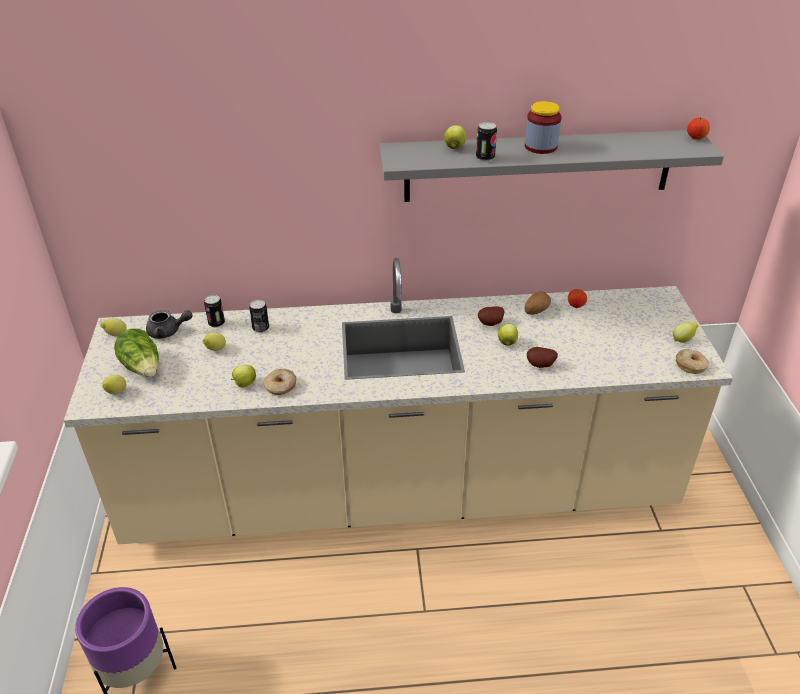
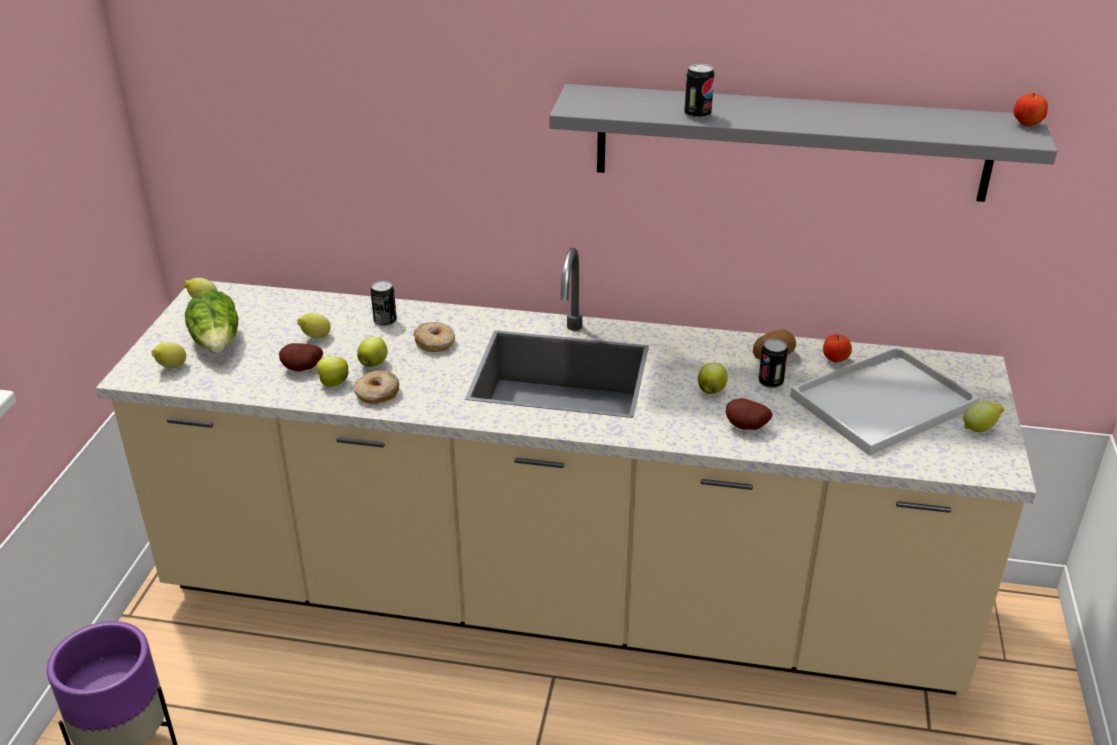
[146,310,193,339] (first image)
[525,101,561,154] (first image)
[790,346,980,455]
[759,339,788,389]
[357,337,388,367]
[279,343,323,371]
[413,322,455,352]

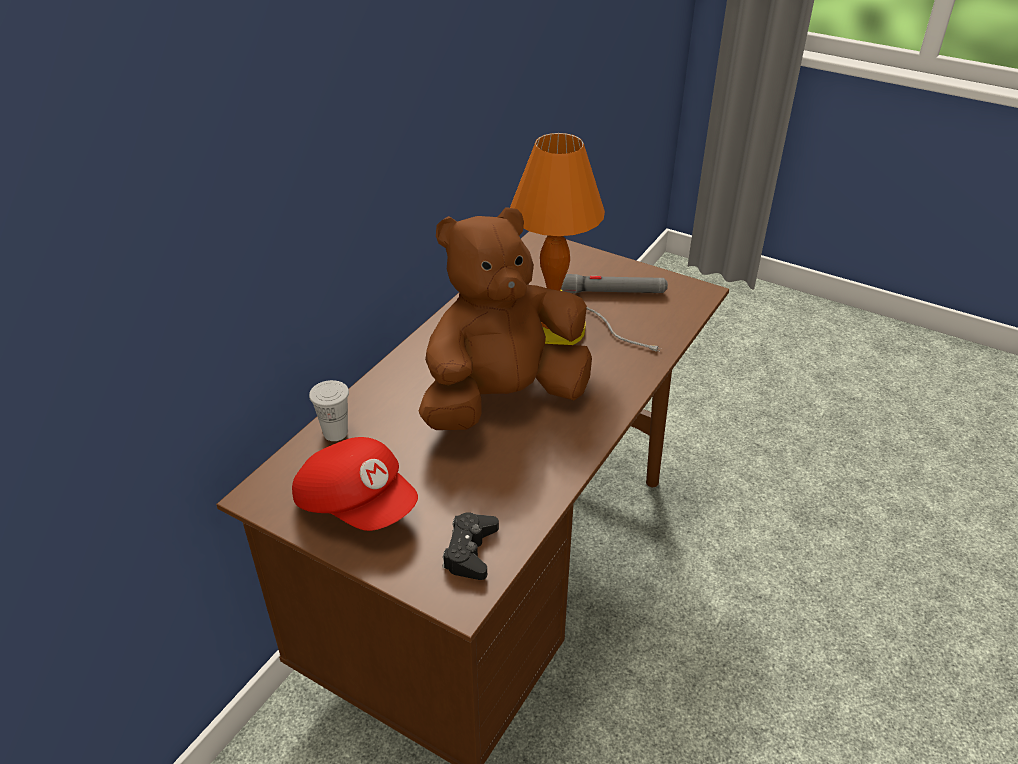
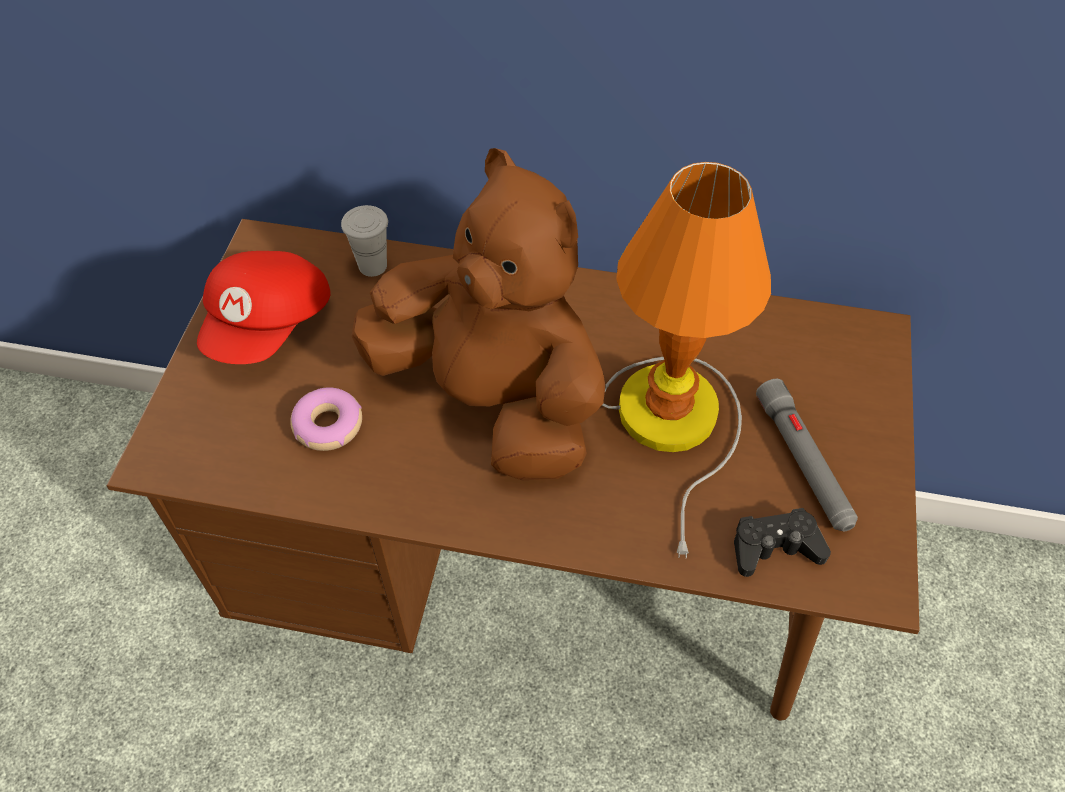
[290,387,362,451]
[734,508,831,577]

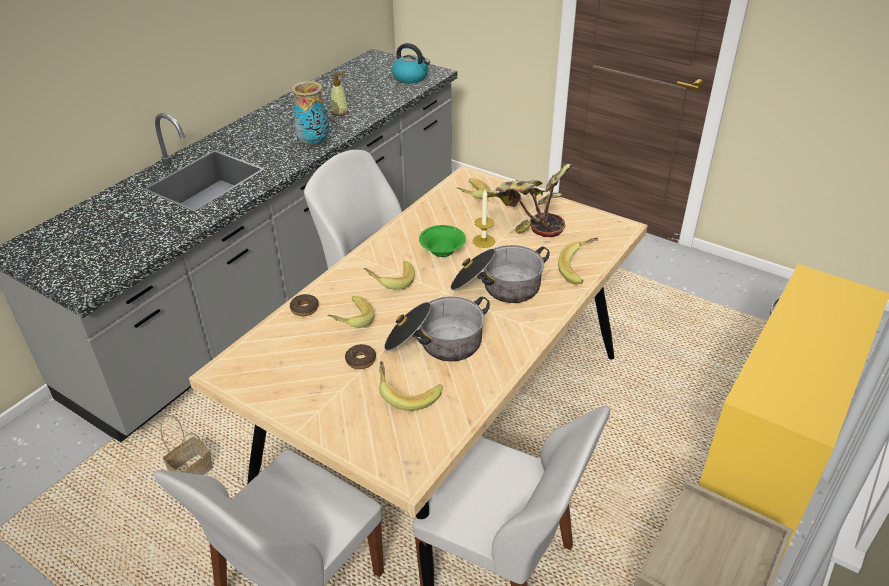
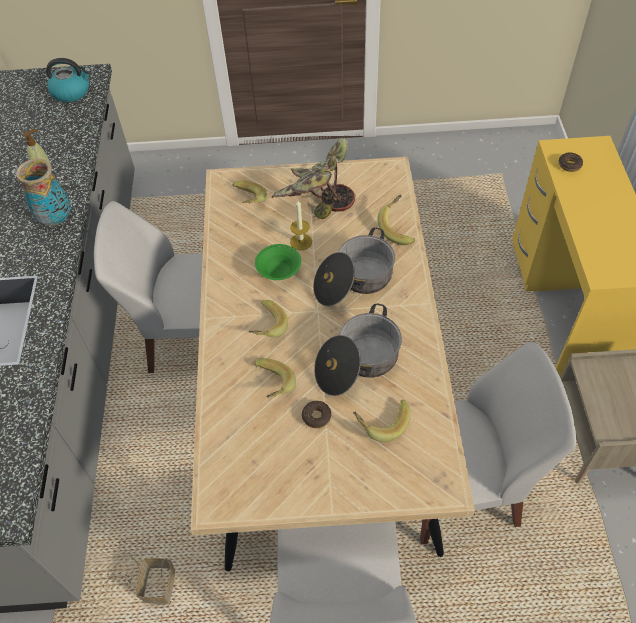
[559,152,583,172]

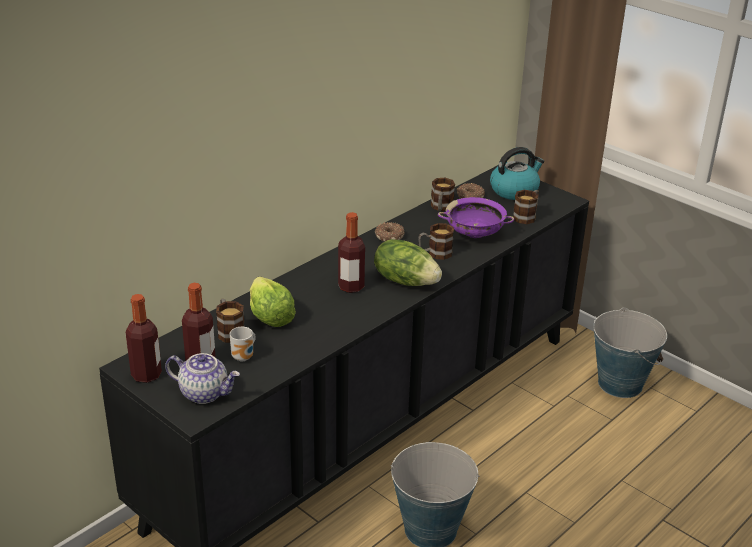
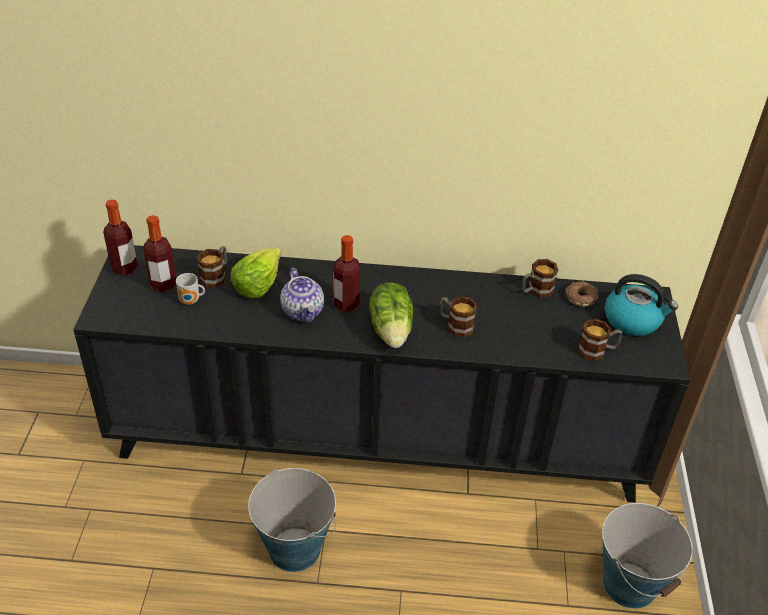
[375,222,405,242] (first image)
[438,197,514,238] (first image)
[280,268,324,323]

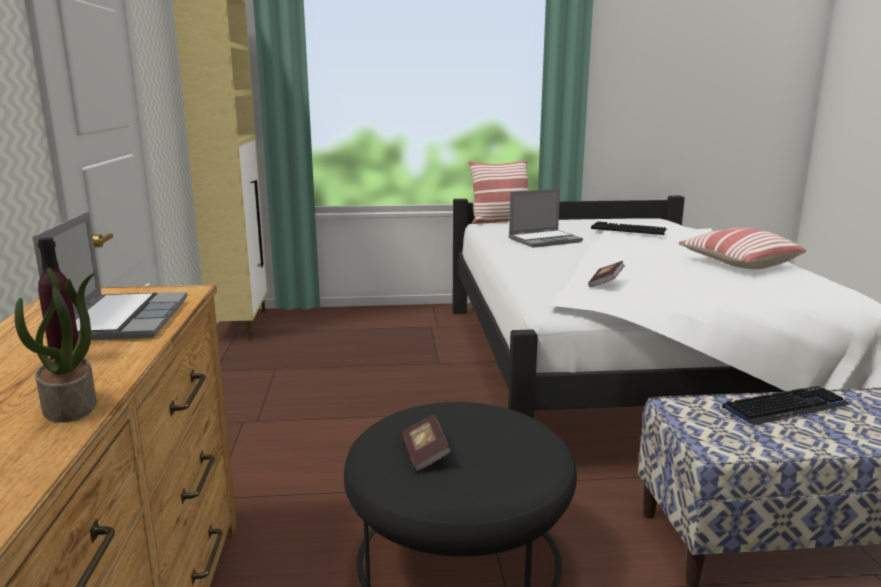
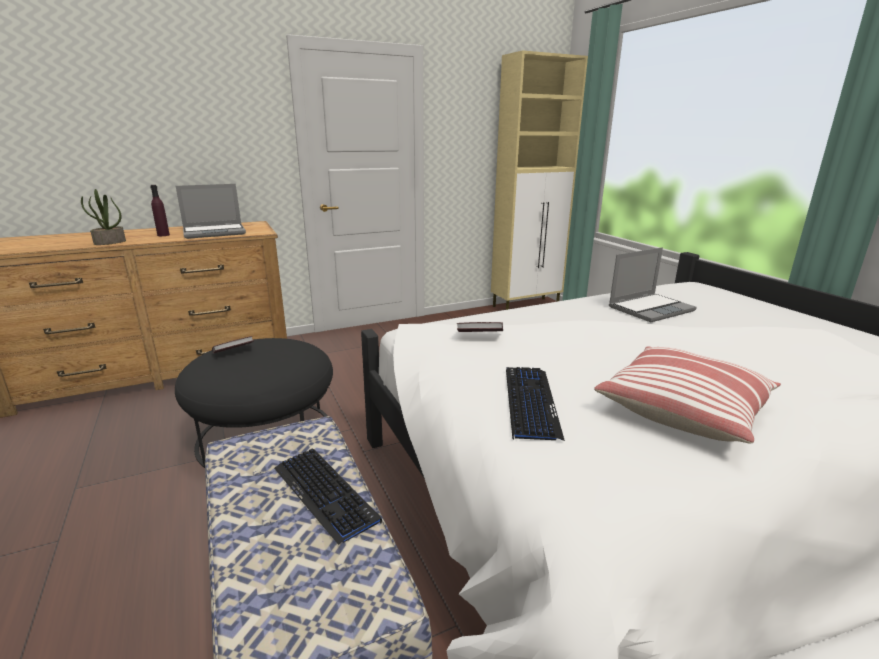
[468,160,528,224] (first image)
[506,367,565,441]
[609,247,697,322]

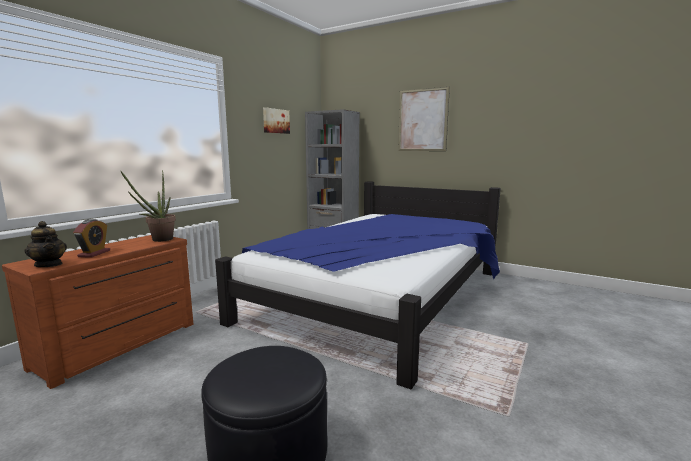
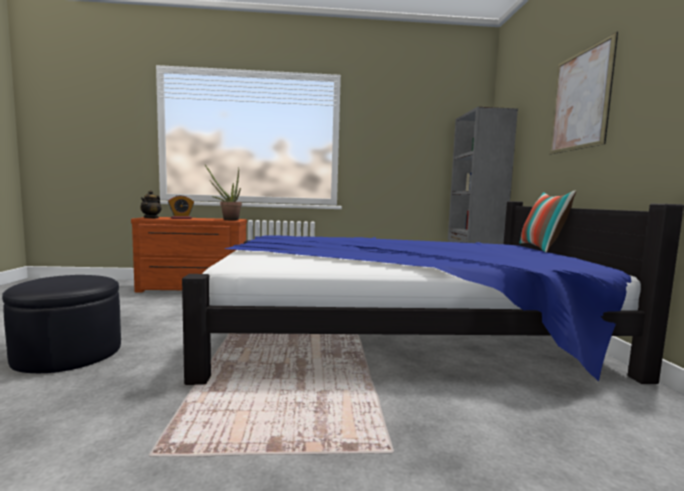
[263,107,290,134] (first image)
[519,191,576,253]

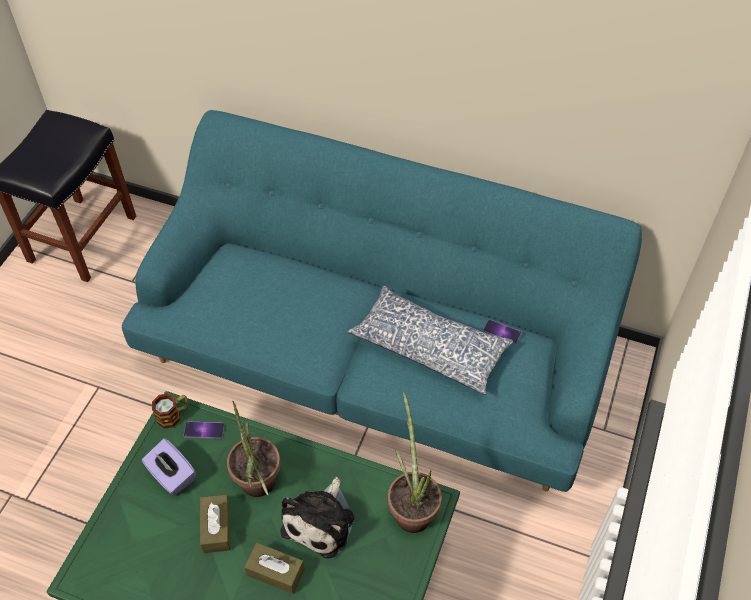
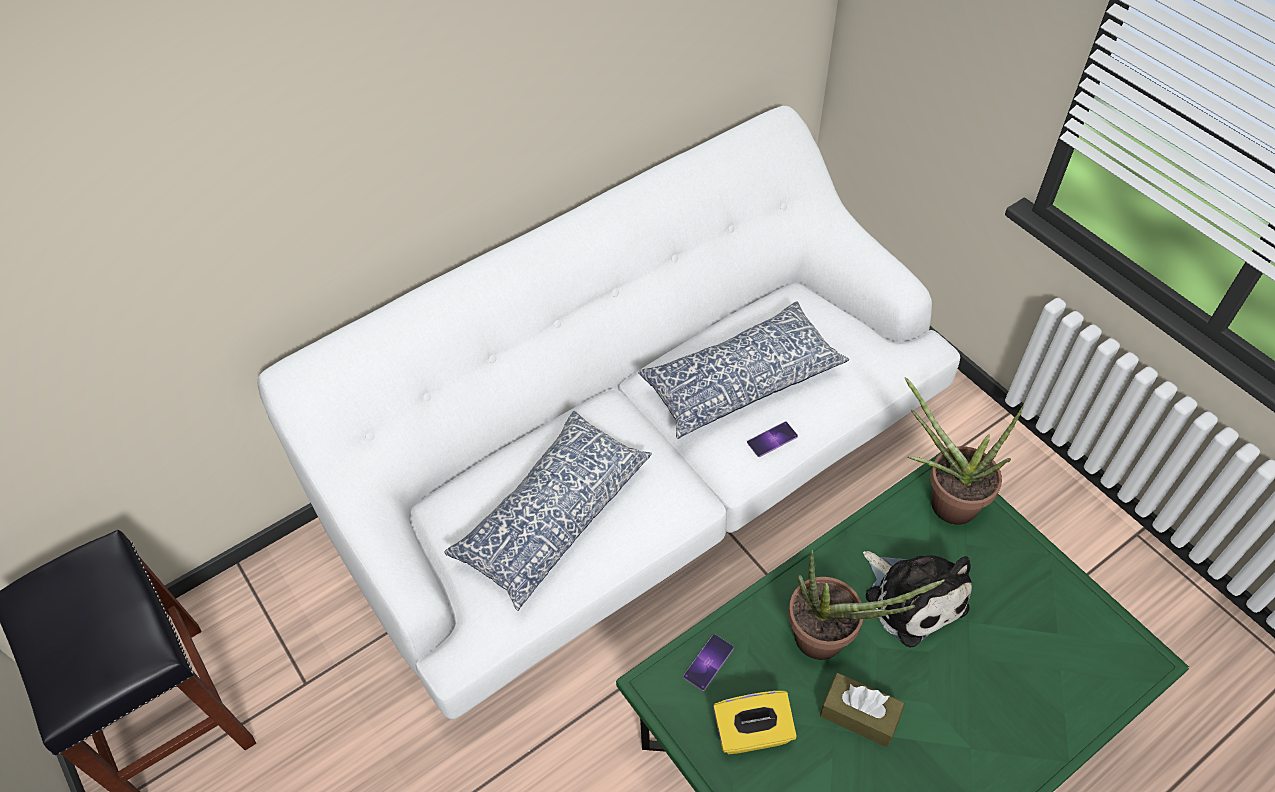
[152,394,188,429] (first image)
[244,543,305,594] (first image)
[444,411,652,611]
[747,421,798,457]
[257,106,960,720]
[713,691,797,755]

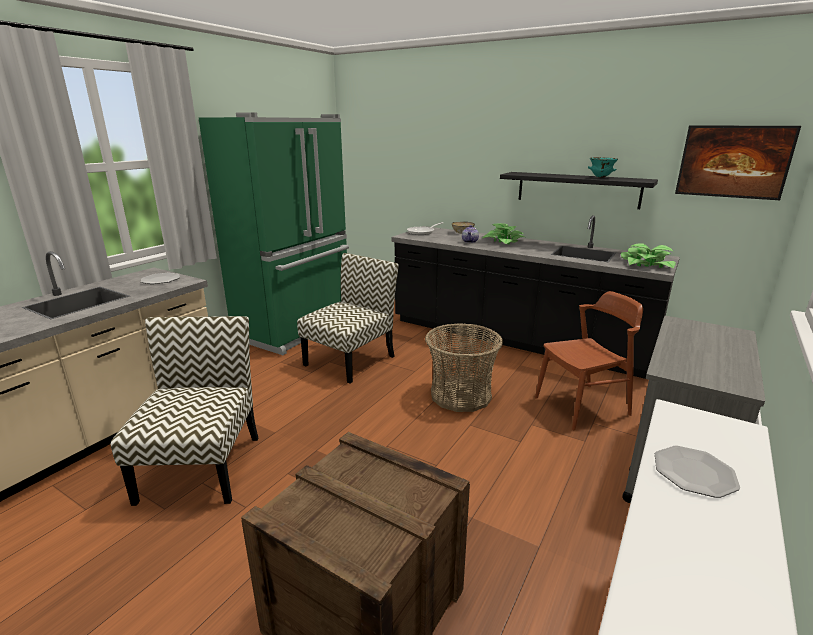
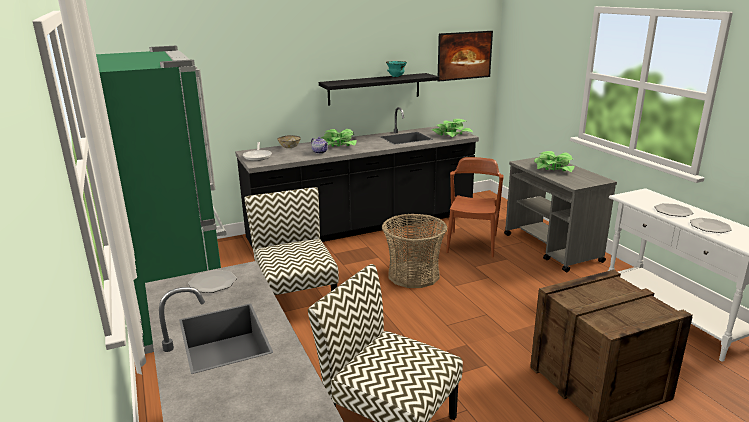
[534,151,574,172]
[690,218,732,233]

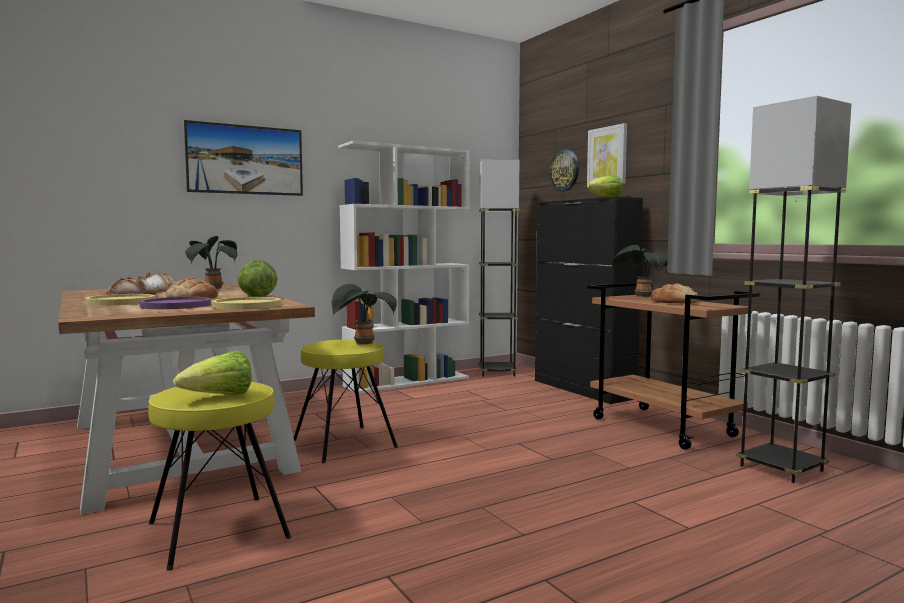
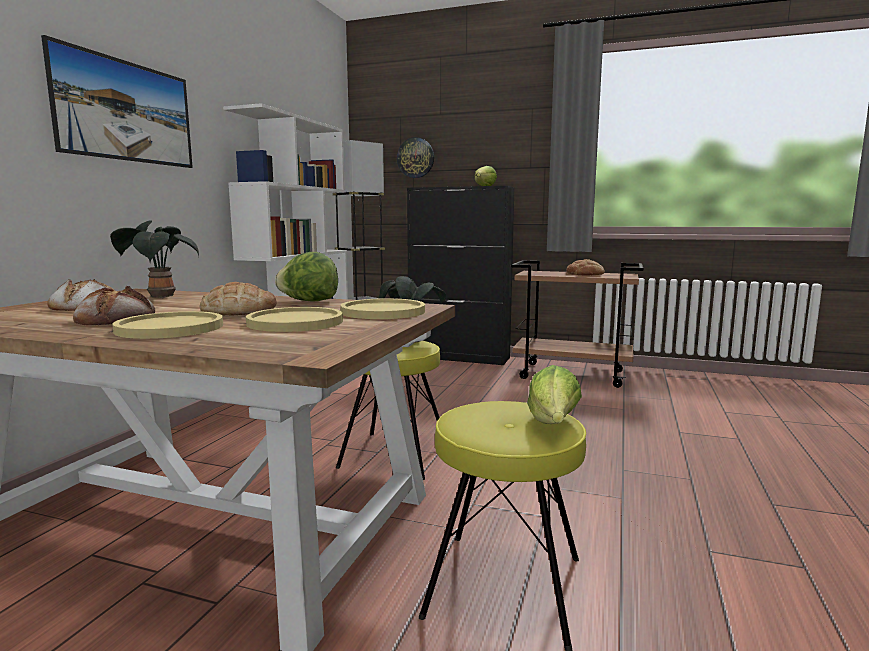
[587,123,627,184] (first image)
[611,245,668,298] (first image)
[736,96,852,483] (first image)
[246,307,343,332]

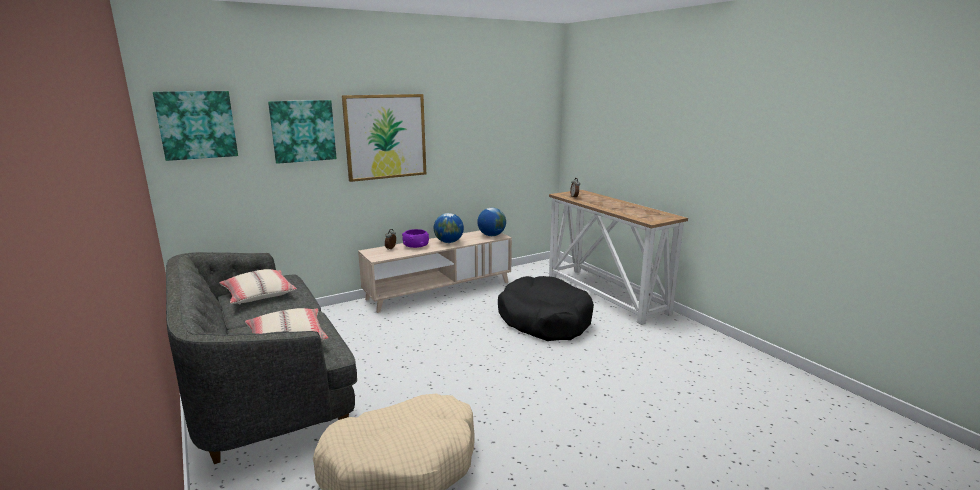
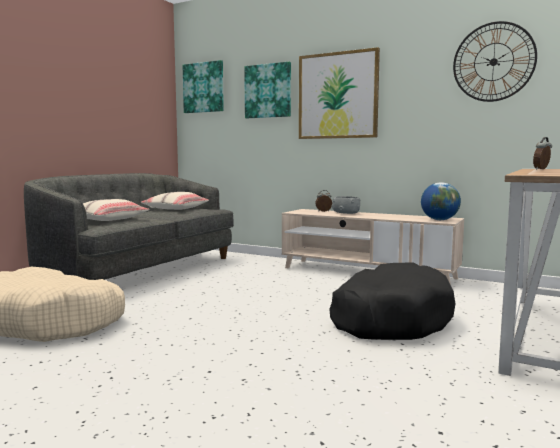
[434,213,464,243] (first image)
[453,21,537,102]
[332,196,360,214]

